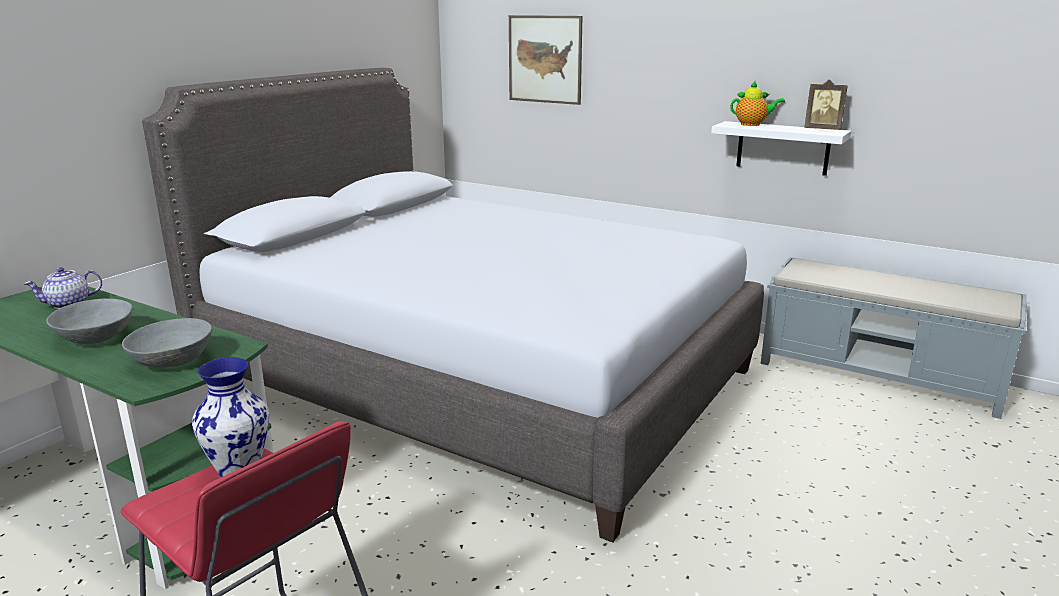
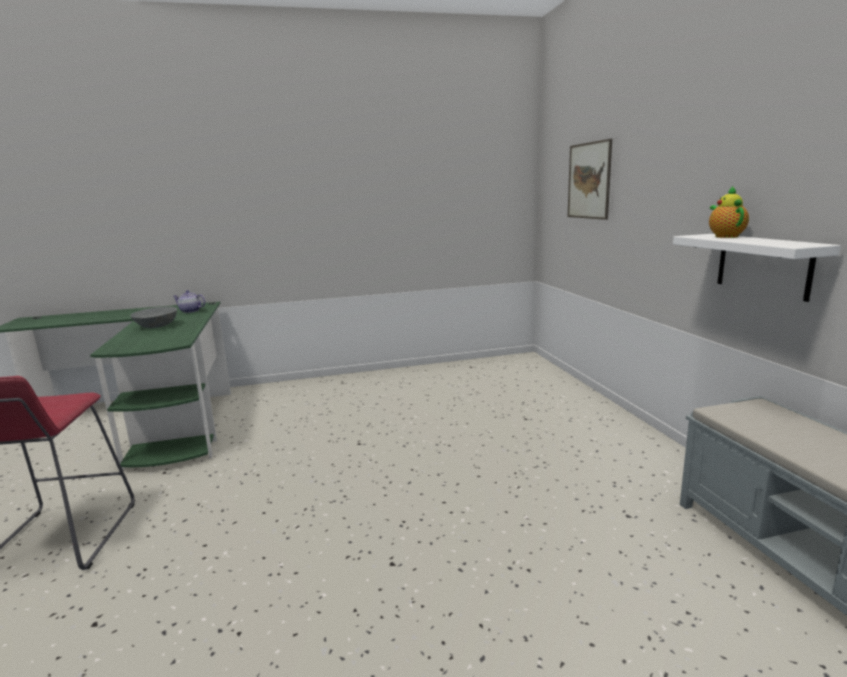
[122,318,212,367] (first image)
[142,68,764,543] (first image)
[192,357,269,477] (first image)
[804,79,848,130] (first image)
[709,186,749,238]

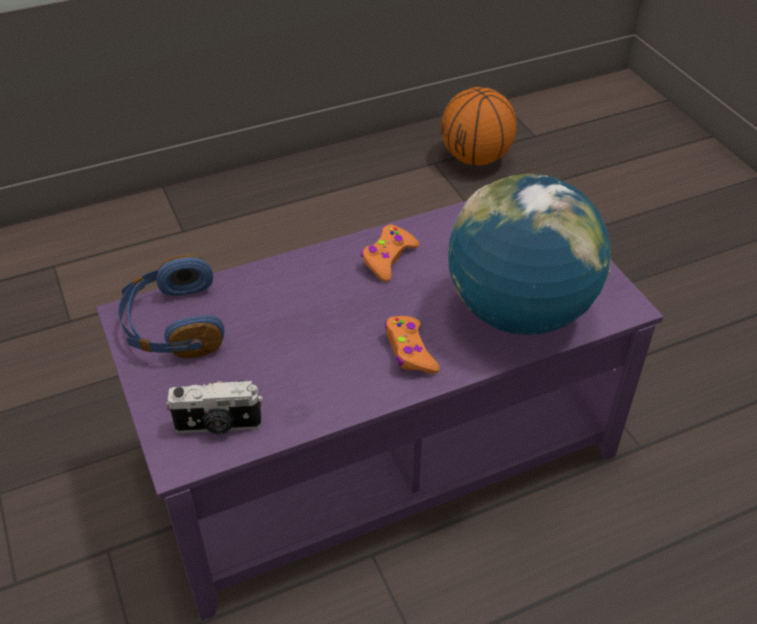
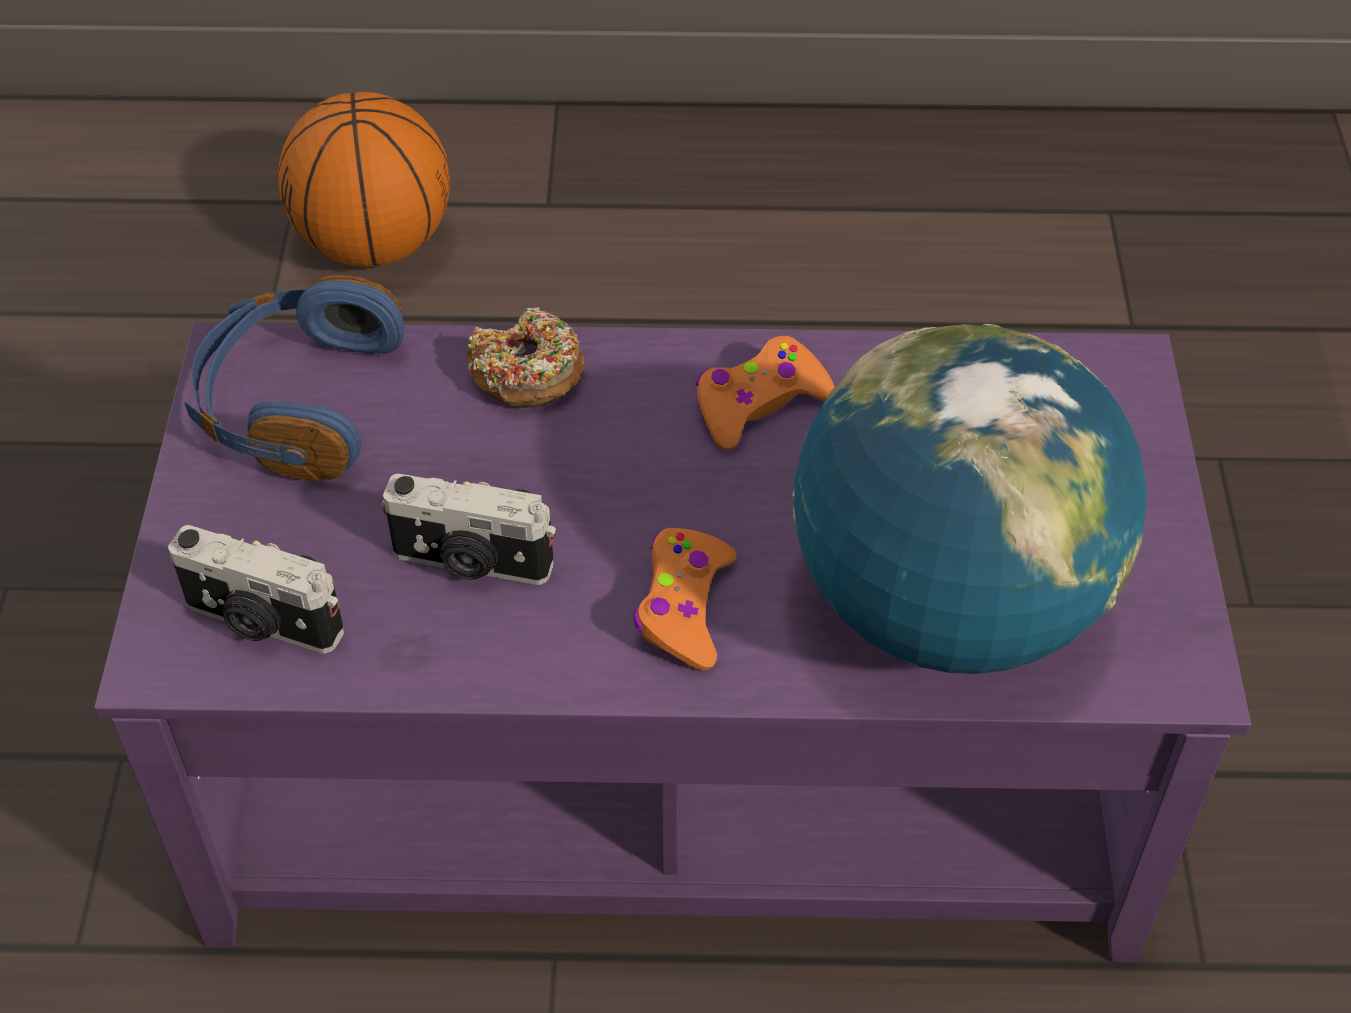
[382,474,556,585]
[466,308,584,408]
[278,92,450,267]

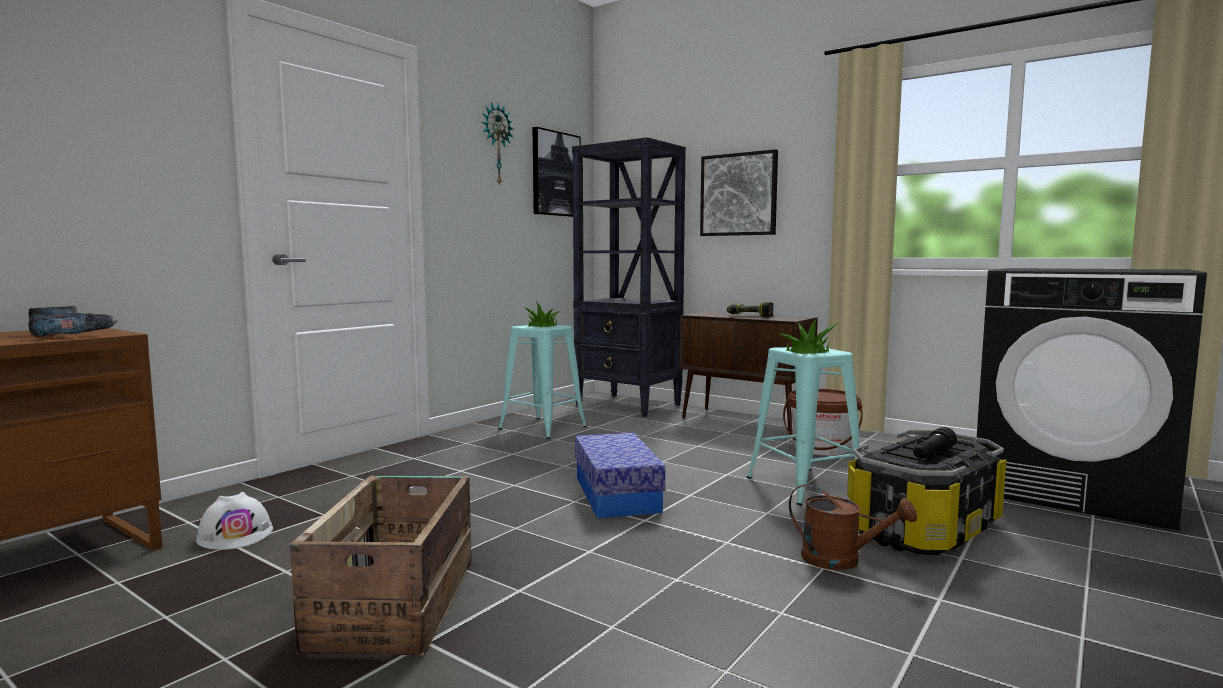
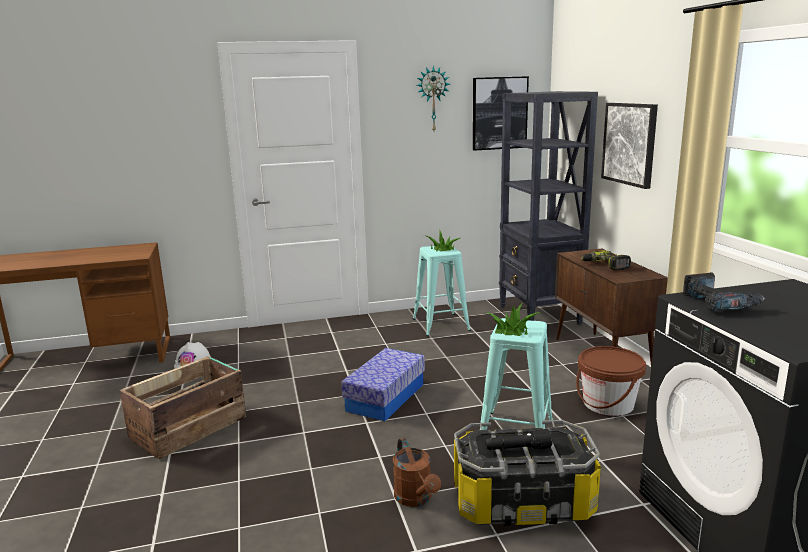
[683,272,765,312]

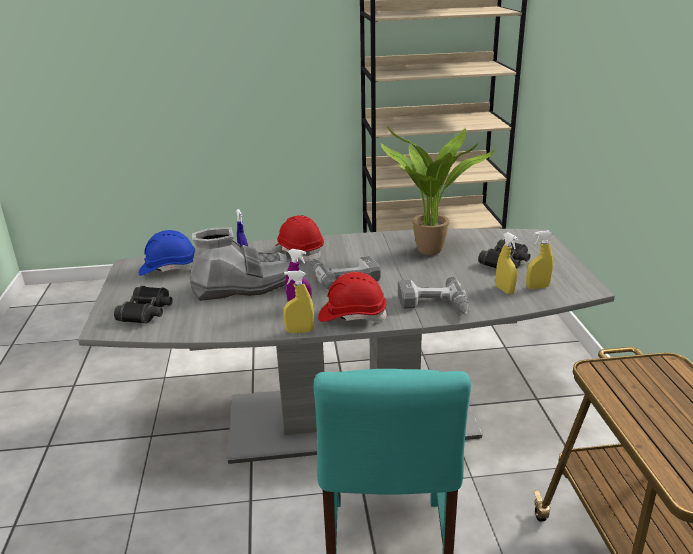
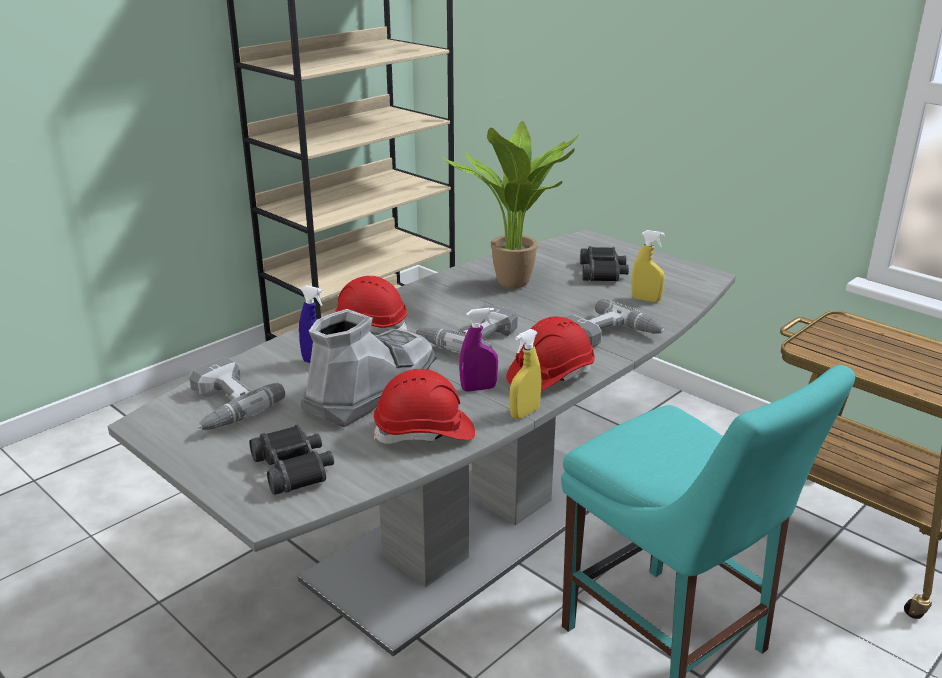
[526,231,553,289] (first image)
[373,369,475,444]
[189,357,285,430]

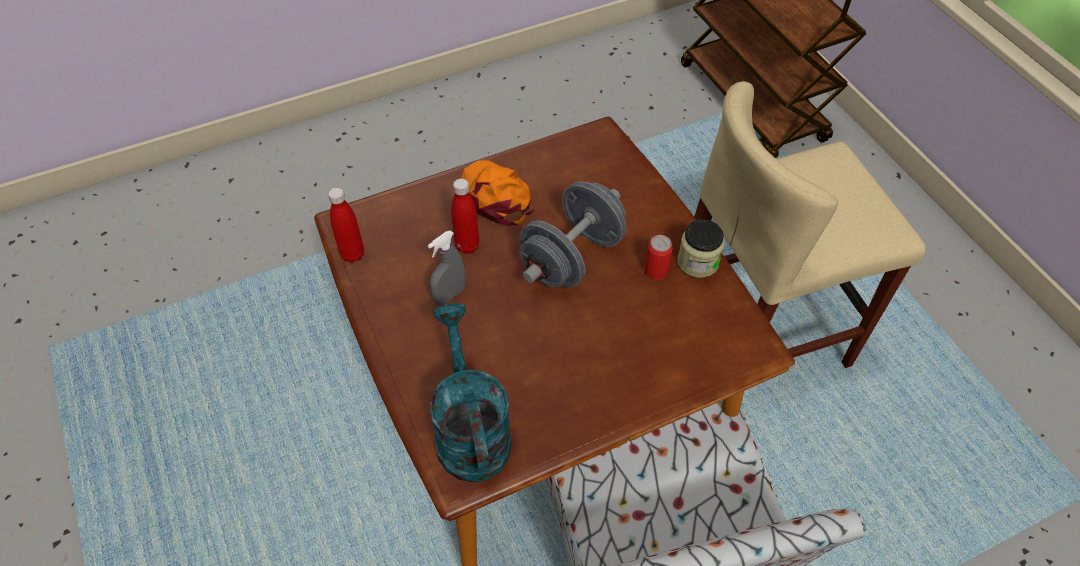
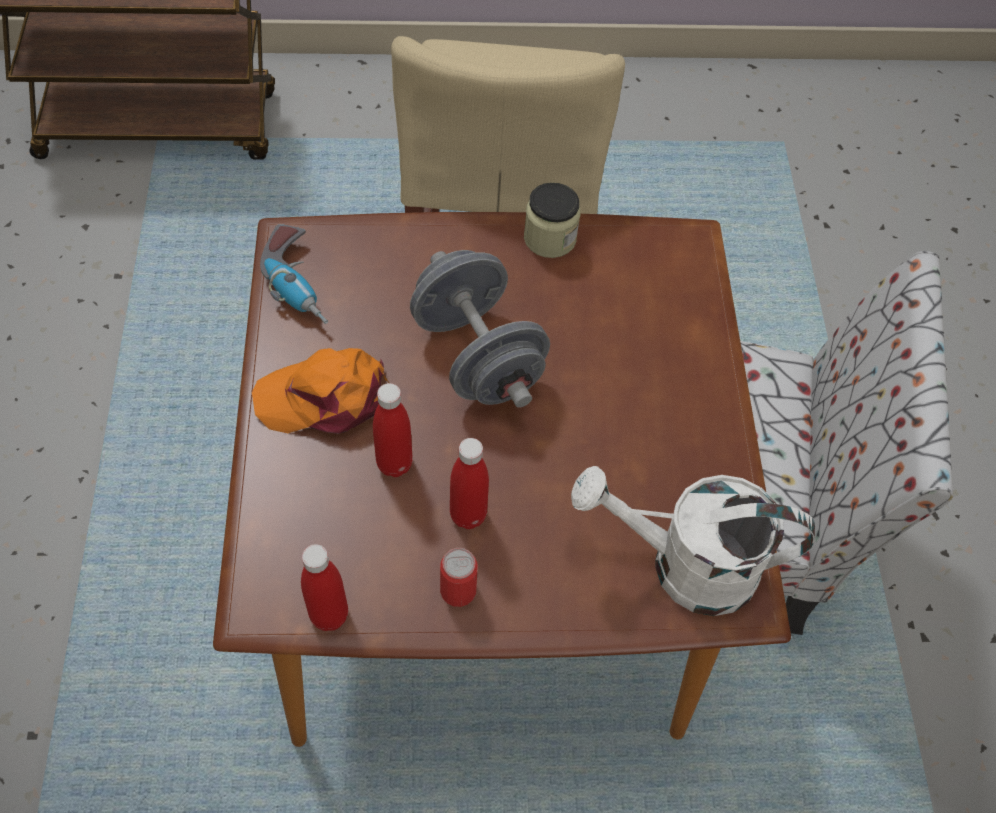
[260,224,328,324]
[440,548,478,607]
[450,438,489,529]
[571,466,815,616]

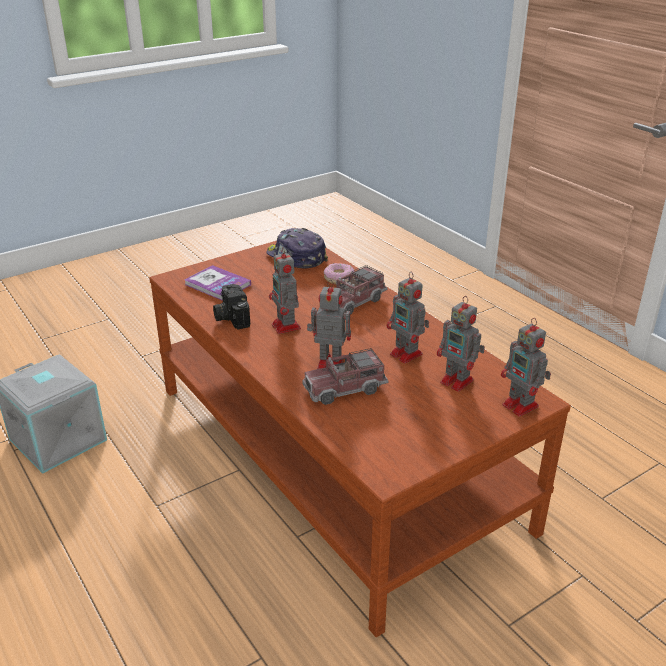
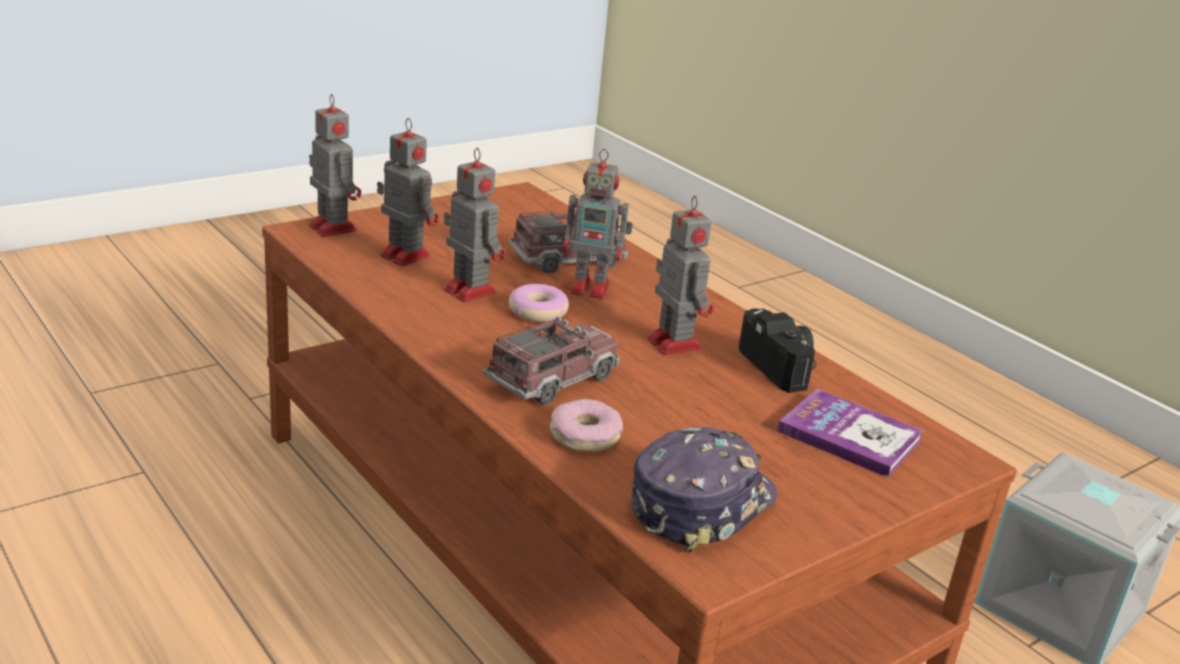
[509,284,569,322]
[632,427,778,553]

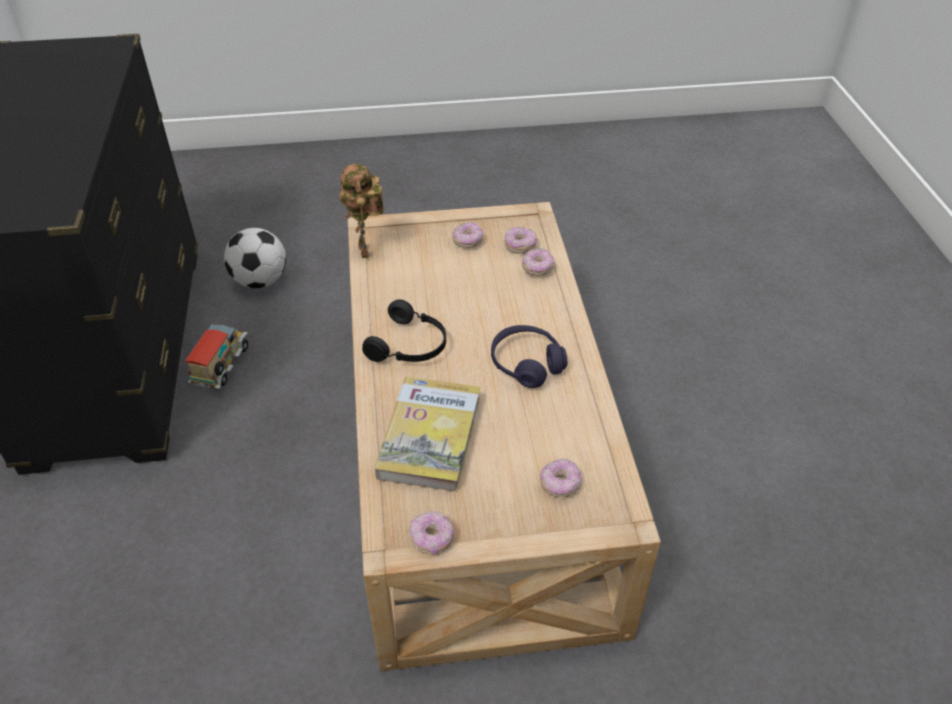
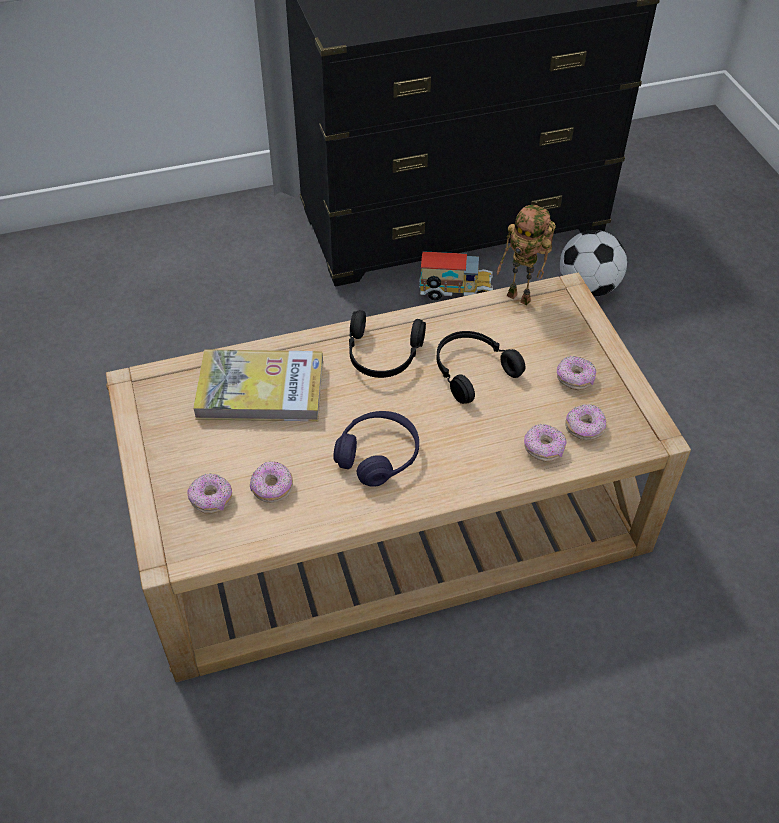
[437,331,525,404]
[250,461,293,503]
[497,205,556,305]

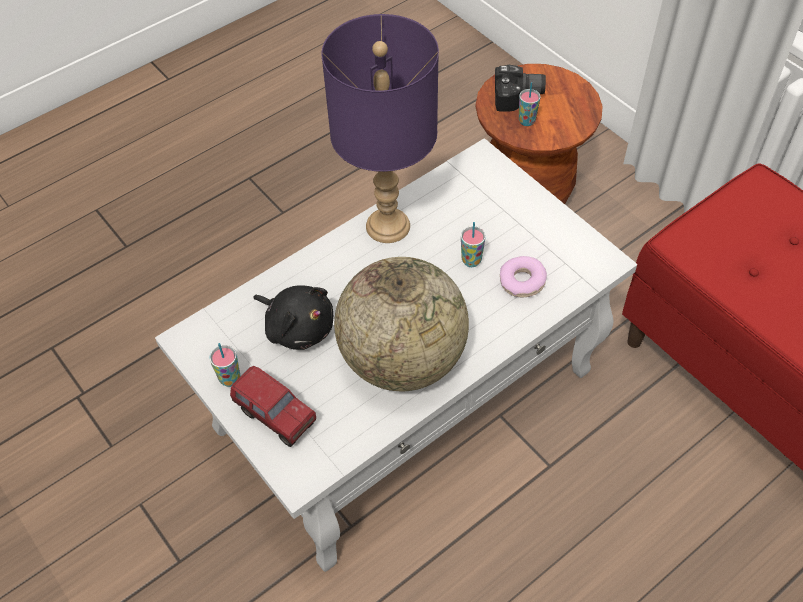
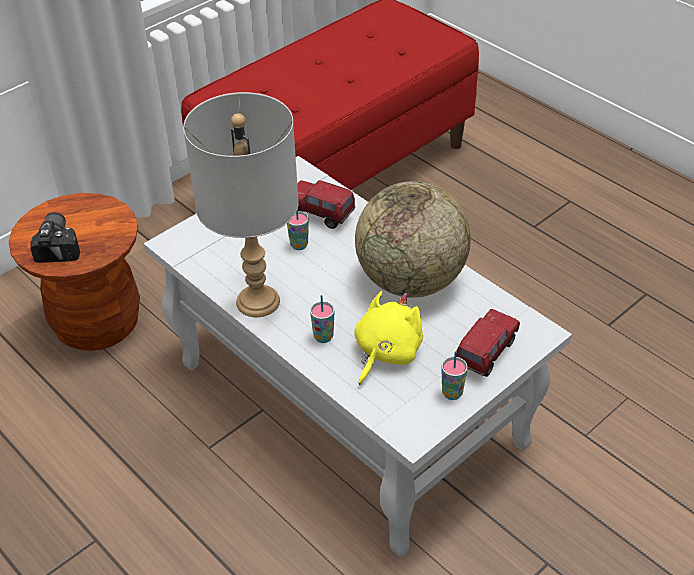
[310,295,334,343]
[297,180,355,229]
[354,291,423,385]
[183,92,299,317]

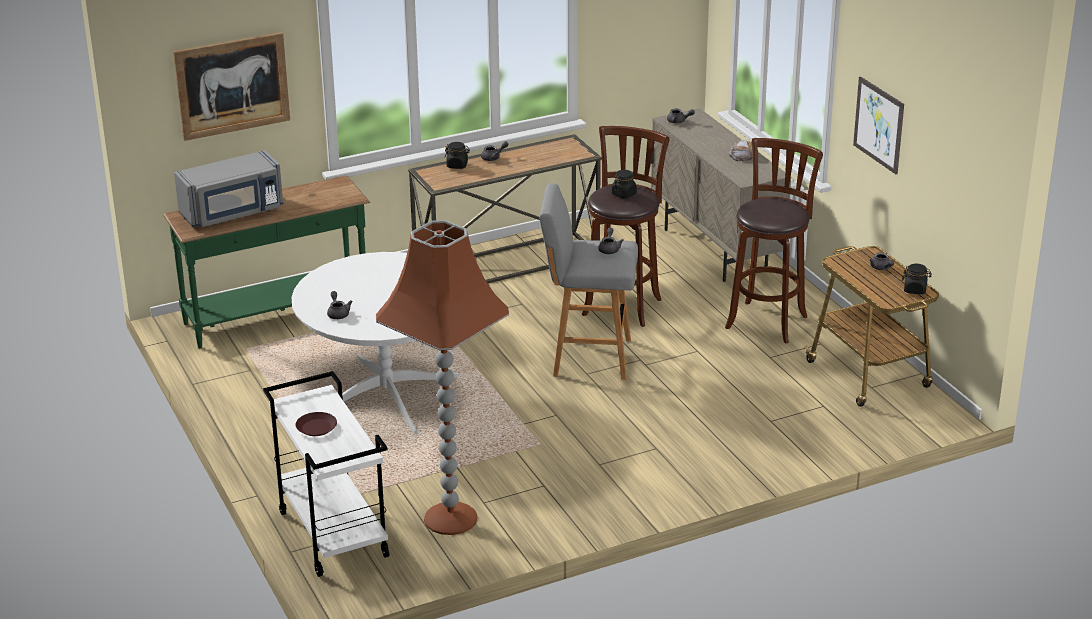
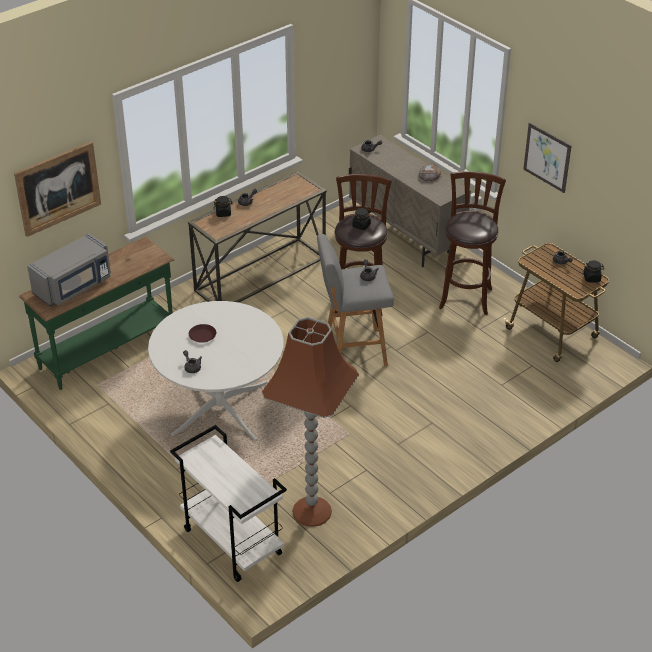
[189,324,216,343]

